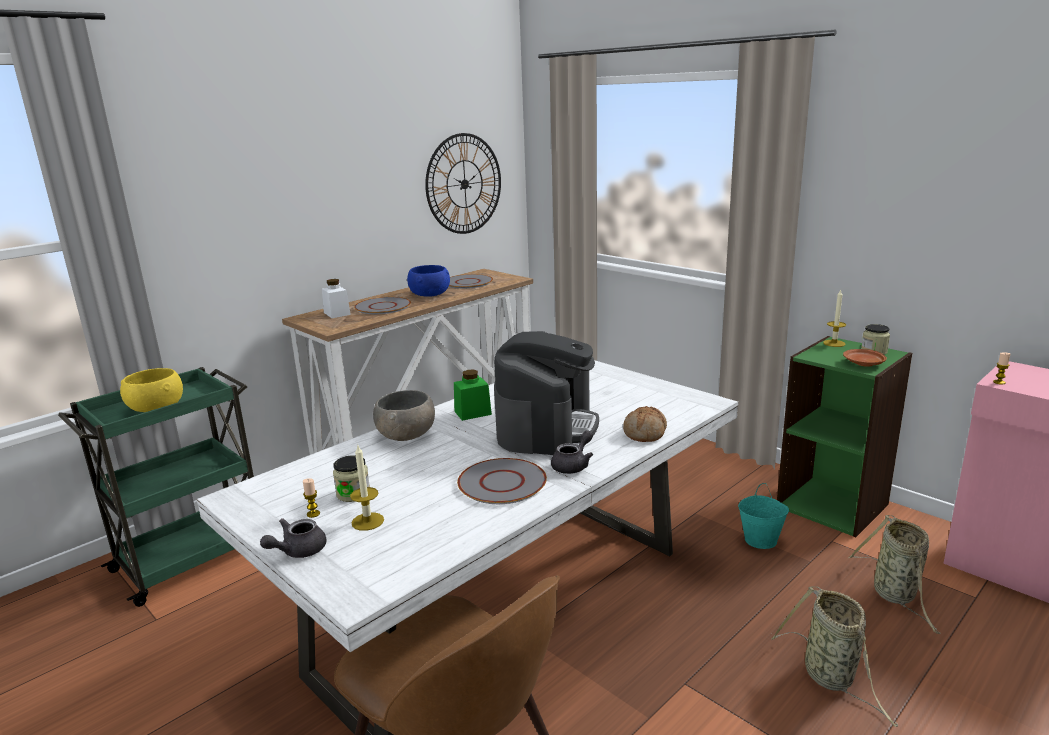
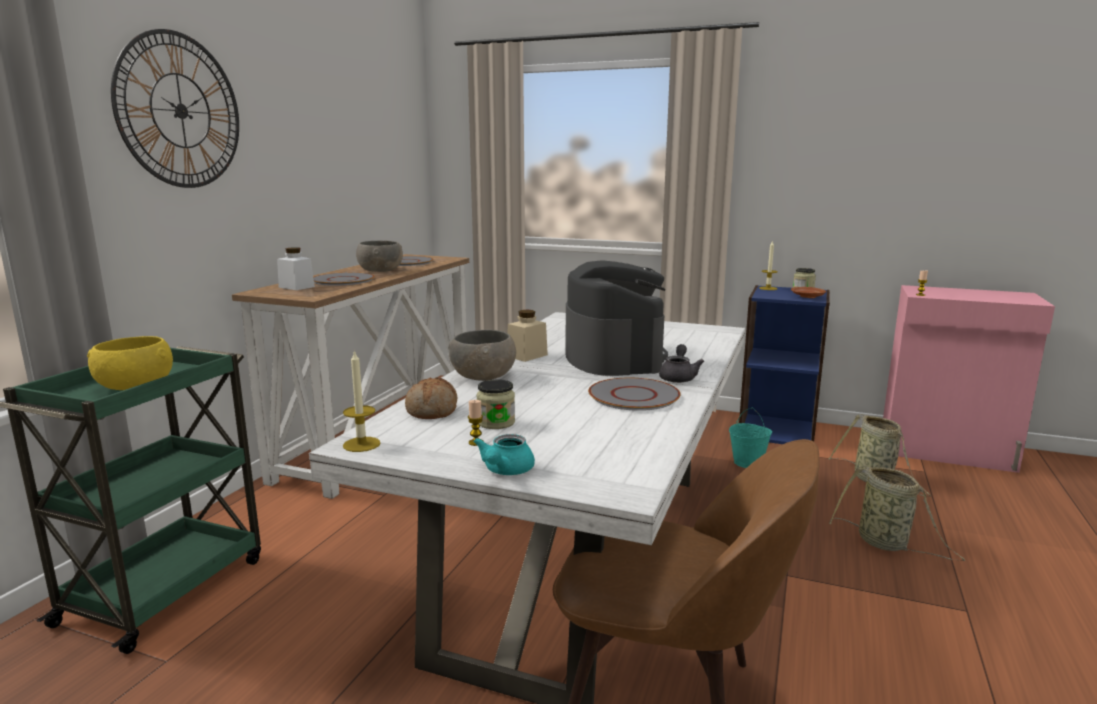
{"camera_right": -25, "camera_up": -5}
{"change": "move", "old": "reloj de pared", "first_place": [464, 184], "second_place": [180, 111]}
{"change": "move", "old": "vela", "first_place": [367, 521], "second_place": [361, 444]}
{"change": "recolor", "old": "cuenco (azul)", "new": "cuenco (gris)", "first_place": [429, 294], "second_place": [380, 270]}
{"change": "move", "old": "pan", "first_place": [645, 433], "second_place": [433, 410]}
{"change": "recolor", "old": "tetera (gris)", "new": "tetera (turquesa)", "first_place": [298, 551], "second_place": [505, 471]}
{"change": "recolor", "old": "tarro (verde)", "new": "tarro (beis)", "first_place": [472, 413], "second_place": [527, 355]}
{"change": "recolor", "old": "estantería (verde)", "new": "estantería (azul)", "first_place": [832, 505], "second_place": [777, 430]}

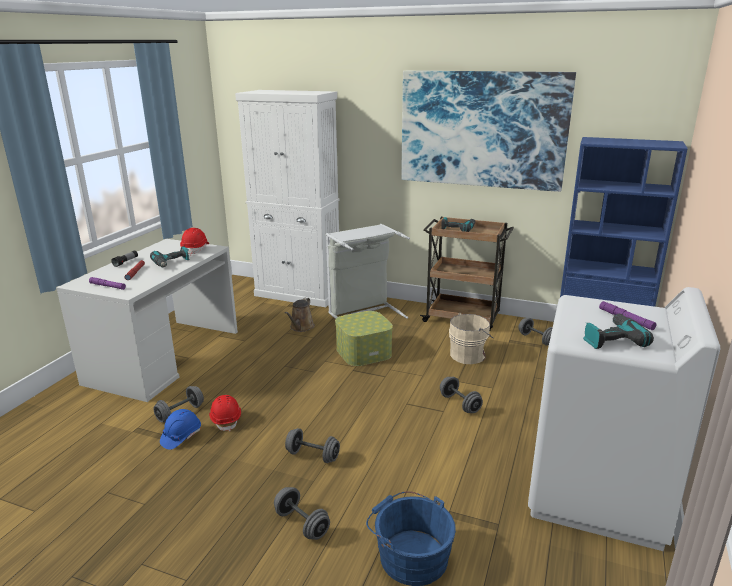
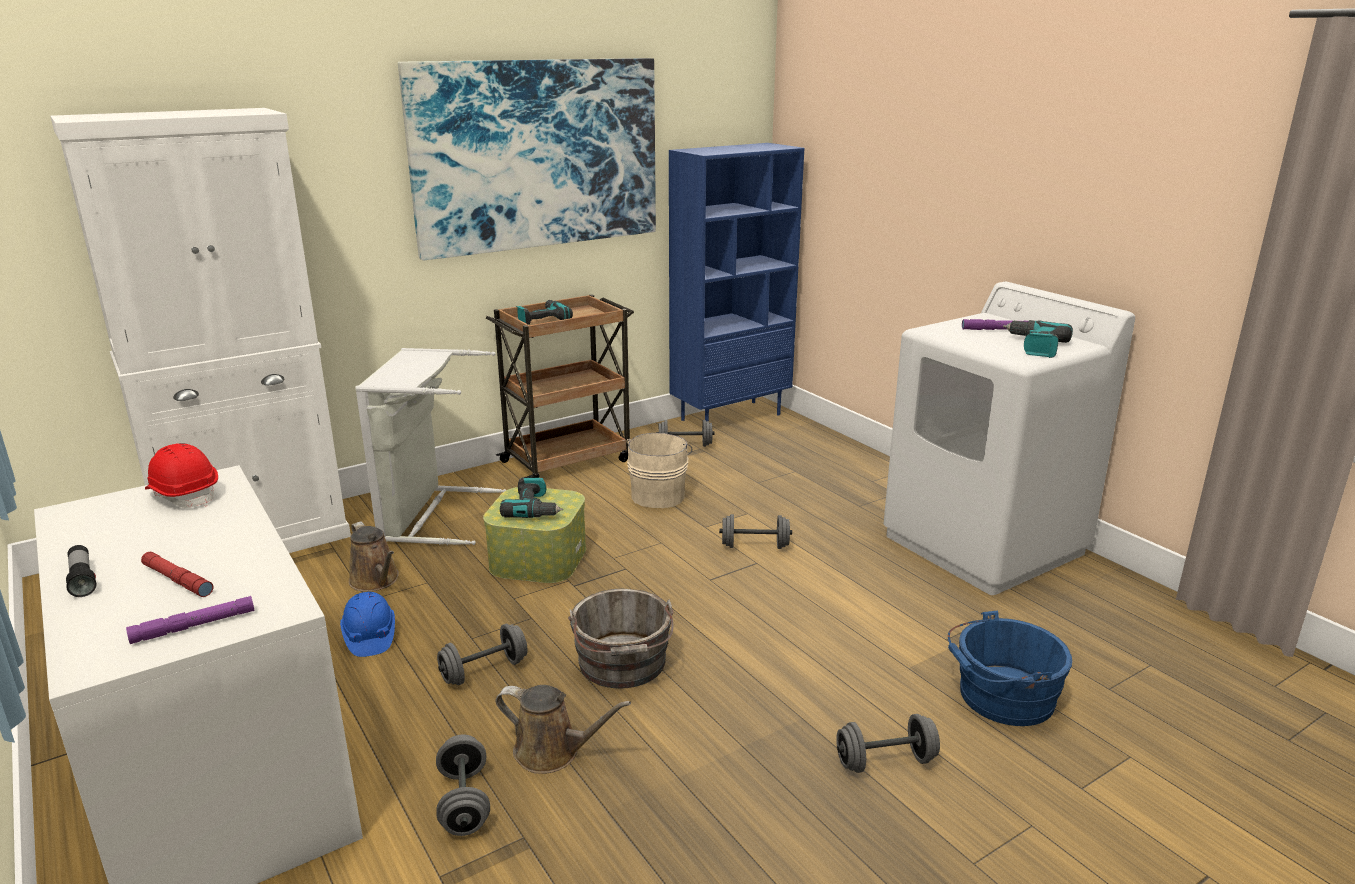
{"camera_right": -55, "camera_up": 0}
{"change": "move", "old": "casco (azul)", "first_place": [181, 437], "second_place": [369, 637]}
{"change": "move", "old": "mancuerna (gris)", "first_place": [313, 455], "second_place": [484, 671]}
{"change": "replace", "old": "casco (rojo)", "new": "regadera (marrón)", "first_place": [226, 419], "second_place": [553, 752]}
{"change": "move", "old": "taladro", "first_place": [172, 263], "second_place": [534, 508]}
{"change": "insert", "new": "cubo (gris)", "second_place": [623, 665]}

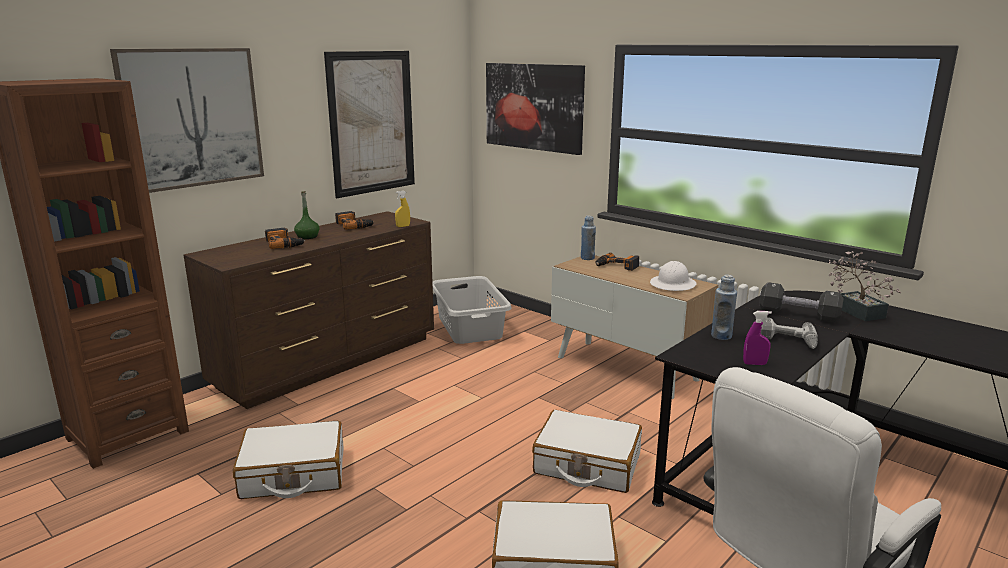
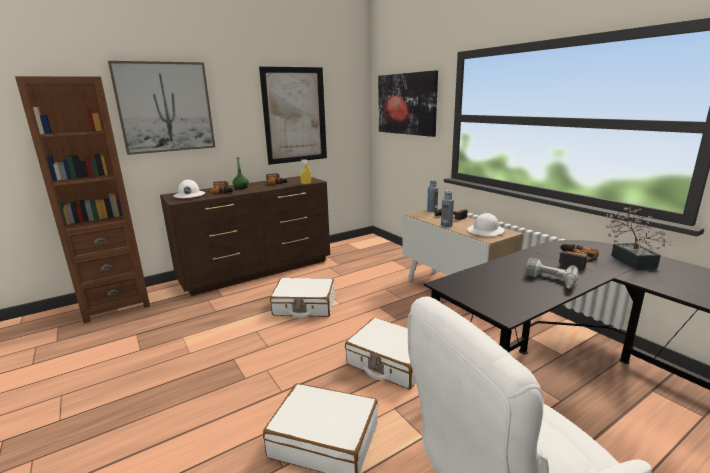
{"camera_right": 15, "camera_up": 0}
{"change": "insert", "new": "casco (blanco)", "second_place": [189, 195]}
{"change": "move", "old": "maleta (blanco)", "first_place": [293, 474], "second_place": [304, 306]}
{"change": "move", "old": "botella (azul)", "first_place": [721, 336], "second_place": [446, 225]}
{"change": "replace", "old": "mancuerna (negro)", "new": "taladro", "first_place": [798, 315], "second_place": [572, 259]}
{"change": "delete", "old": "cesto de la ropa (gris)", "first_place": [470, 327]}
{"change": "delete", "old": "pulverizador (morado)", "first_place": [754, 364]}

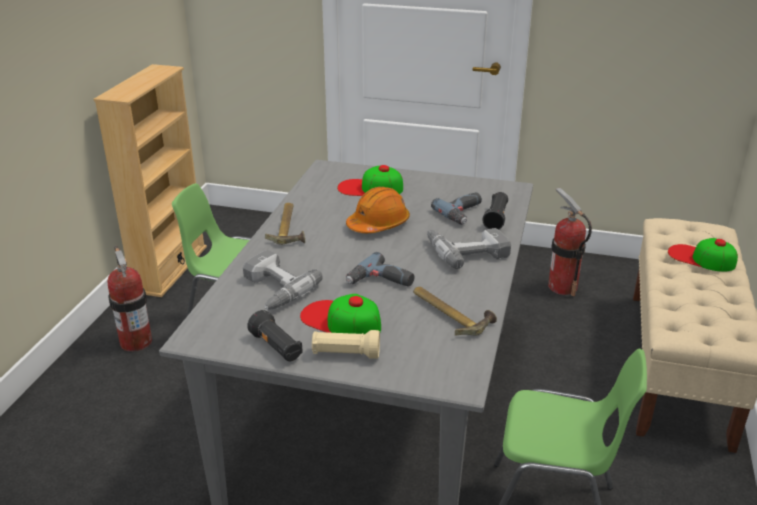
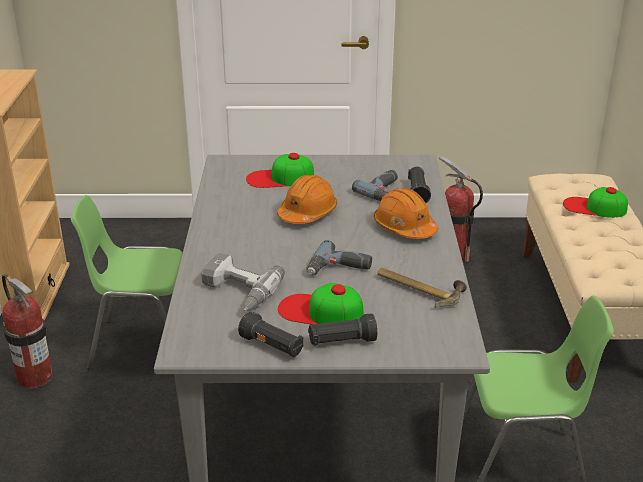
{"camera_right": -15, "camera_up": 0}
{"change": "recolor", "old": "linterna (beis)", "new": "linterna (negro)", "first_place": [345, 354], "second_place": [341, 341]}
{"change": "replace", "old": "taladro", "new": "casco (naranja)", "first_place": [466, 250], "second_place": [404, 227]}
{"change": "delete", "old": "martillo", "first_place": [289, 227]}

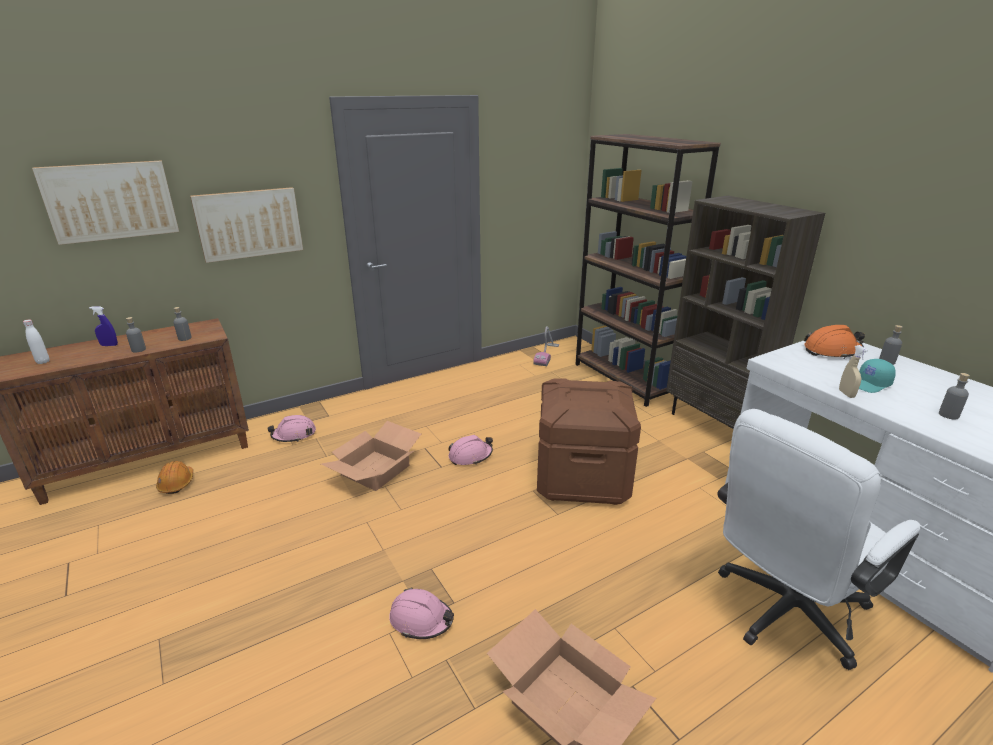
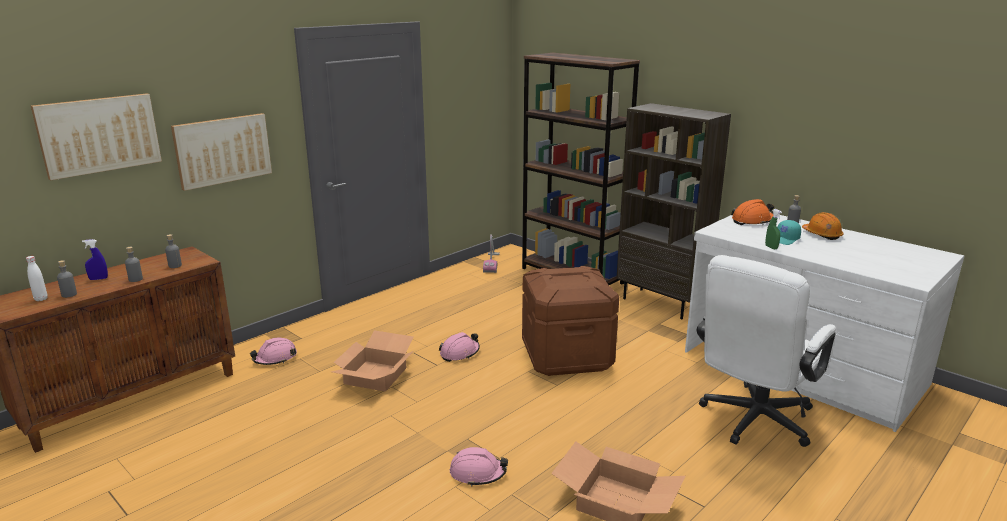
{"camera_right": -15, "camera_up": -5}
{"change": "move", "old": "botella (gris)", "first_place": [948, 415], "second_place": [69, 294]}
{"change": "recolor", "old": "pulverizador (beis)", "new": "pulverizador (verde)", "first_place": [846, 394], "second_place": [771, 247]}
{"change": "move", "old": "casco (naranja)", "first_place": [176, 483], "second_place": [822, 234]}

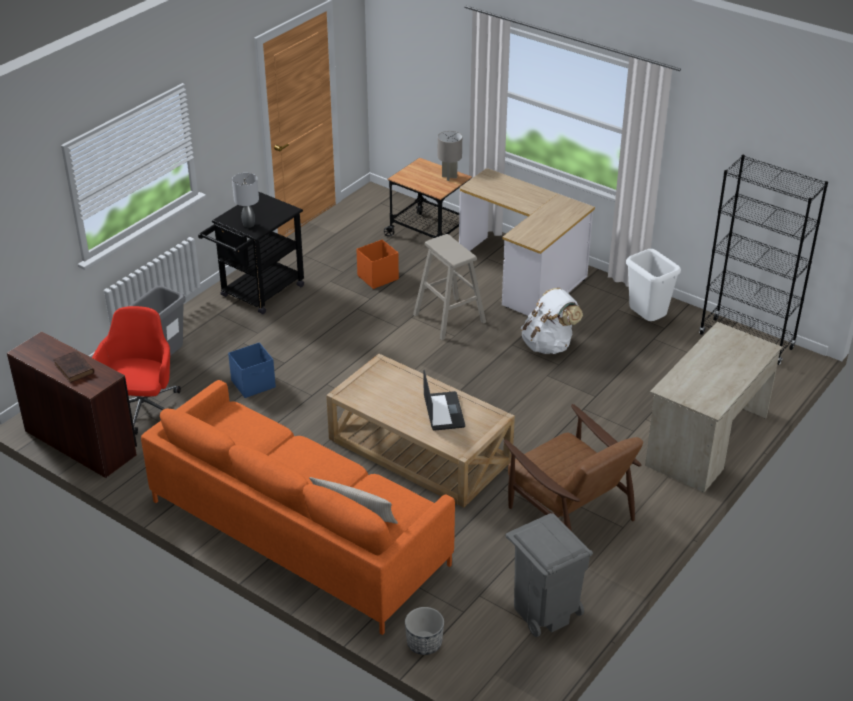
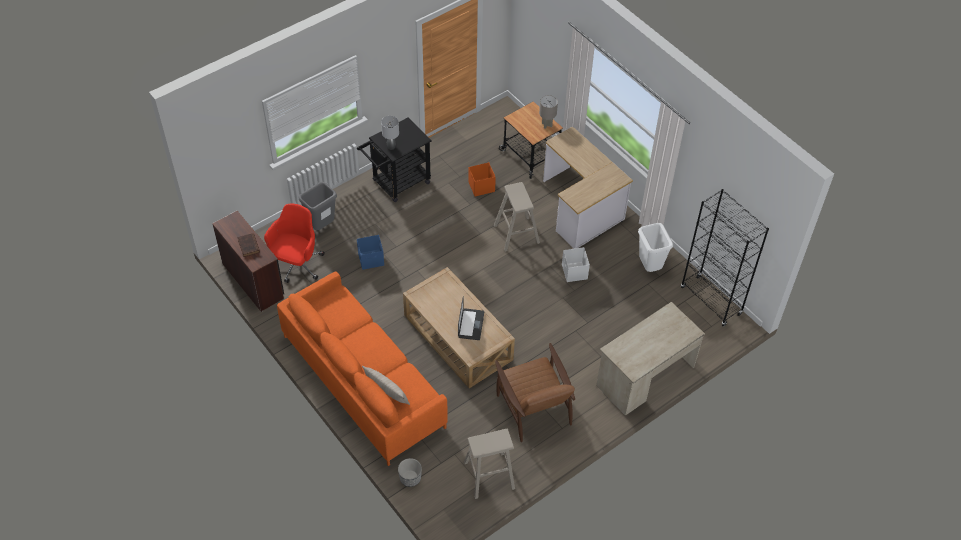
{"camera_right": 15, "camera_up": 15}
{"change": "replace", "old": "papelera (gris)", "new": "taburete (beis)", "first_place": [544, 611], "second_place": [489, 475]}
{"change": "replace", "old": "mochila (blanco)", "new": "caja de almacenaje (blanco)", "first_place": [549, 345], "second_place": [574, 272]}

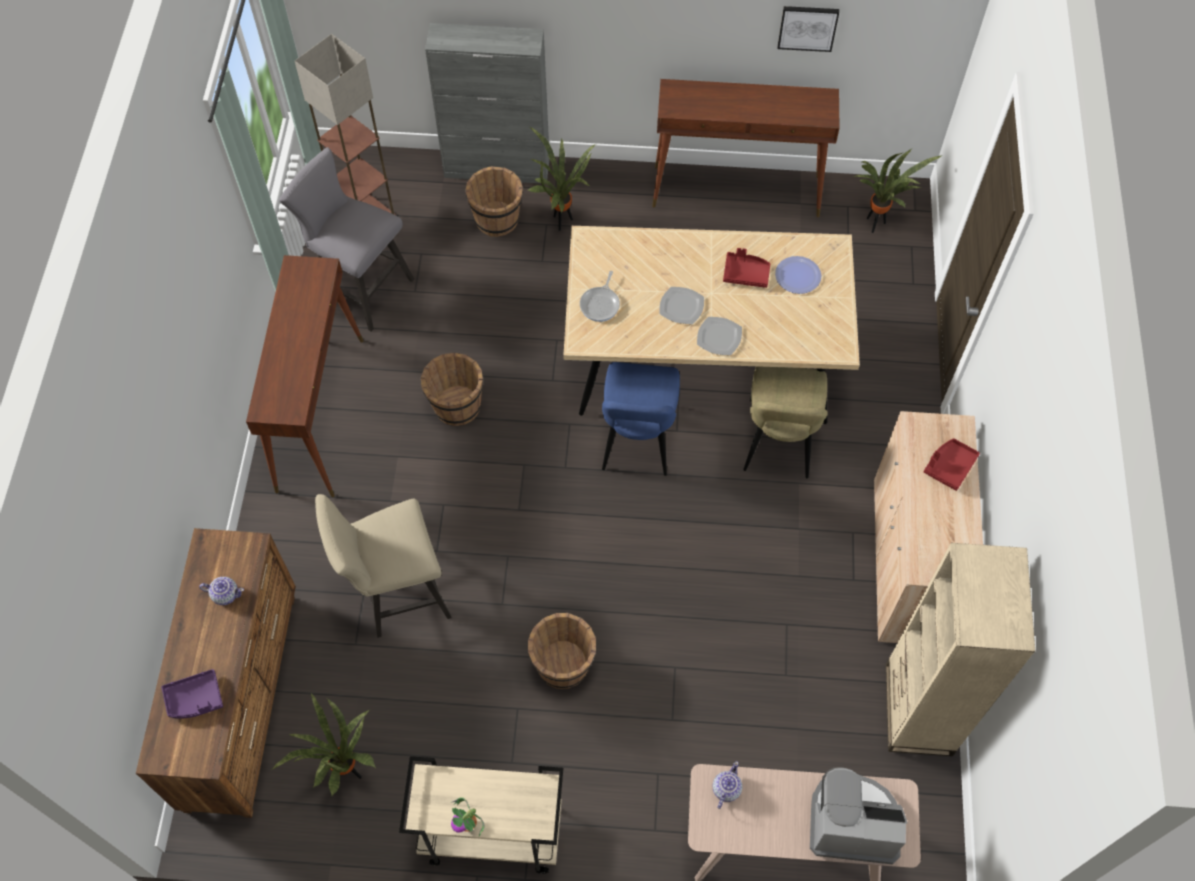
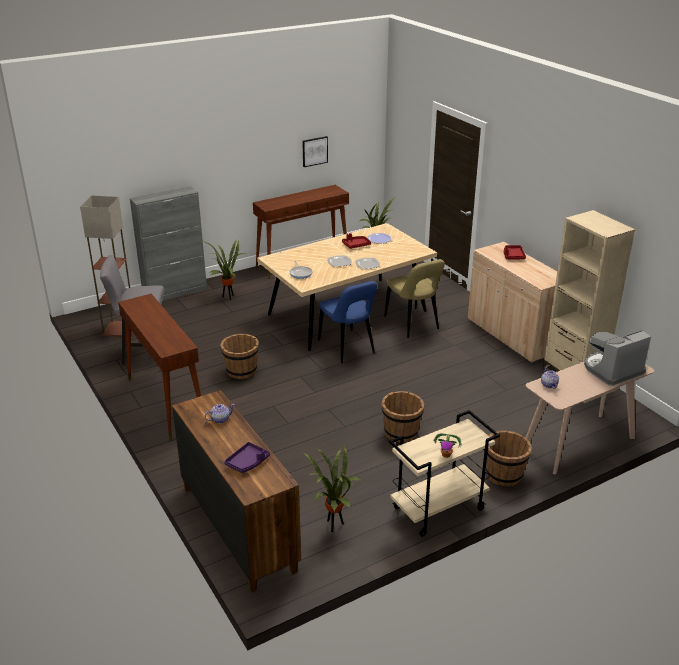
{"camera_right": -35, "camera_up": -30}
{"change": "move", "old": "cubo (marrón)", "first_place": [497, 220], "second_place": [504, 475]}
{"change": "delete", "old": "taburete (beis)", "first_place": [396, 595]}

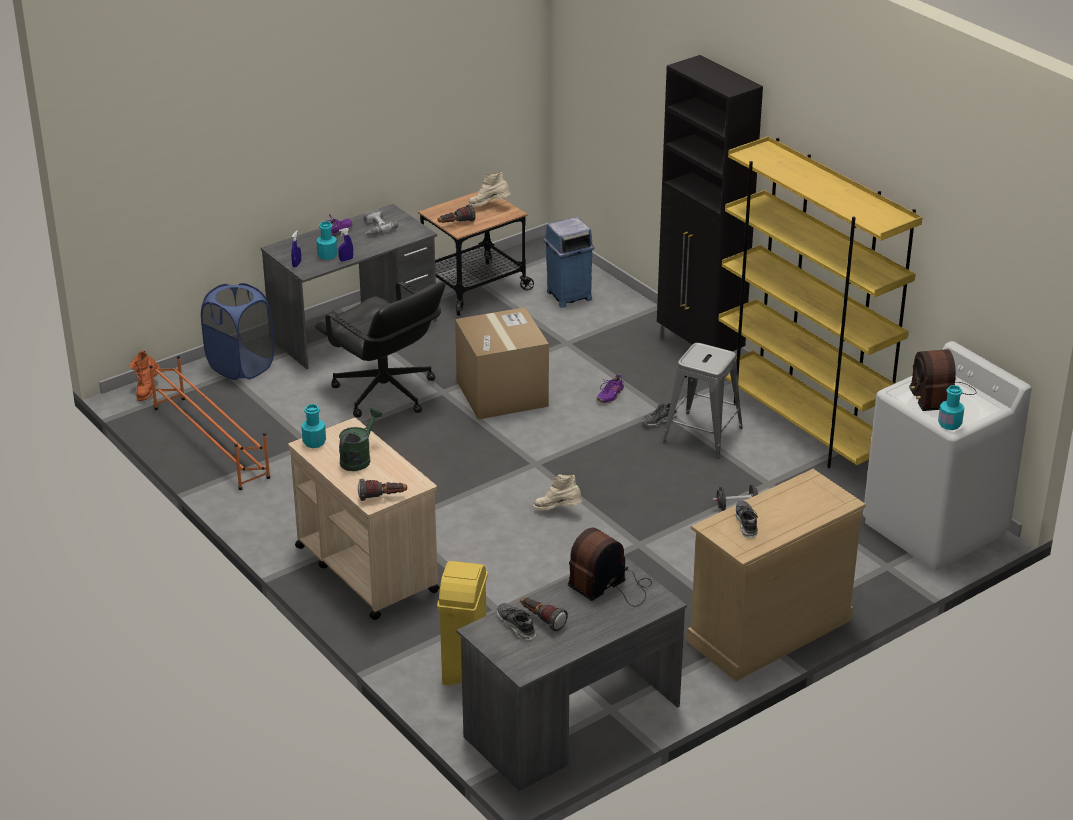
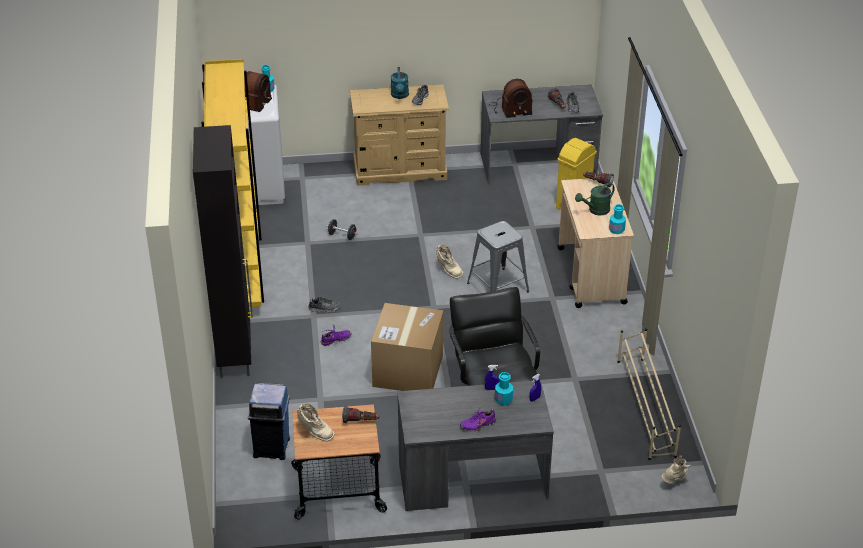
{"camera_right": -150, "camera_up": 5}
{"change": "insert", "new": "regadera (turquesa)", "second_place": [400, 96]}
{"change": "move", "old": "taburete (gris)", "first_place": [702, 435], "second_place": [498, 287]}
{"change": "recolor", "old": "zapatero (naranja)", "new": "zapatero (beis)", "first_place": [211, 442], "second_place": [645, 408]}
{"change": "recolor", "old": "bota (naranja)", "new": "bota (beis)", "first_place": [147, 390], "second_place": [675, 480]}
{"change": "delete", "old": "cesto de la ropa (azul)", "first_place": [241, 366]}
{"change": "delete", "old": "taladro", "first_place": [374, 228]}

